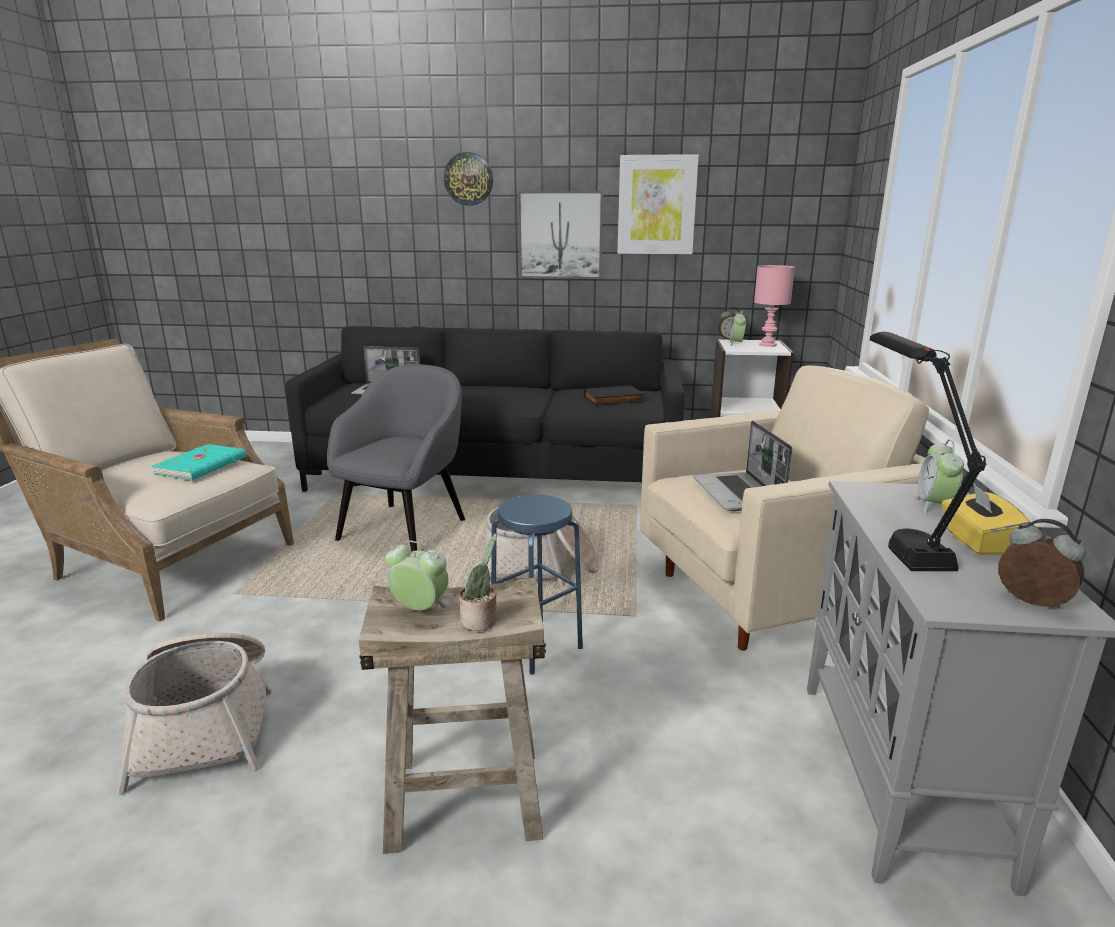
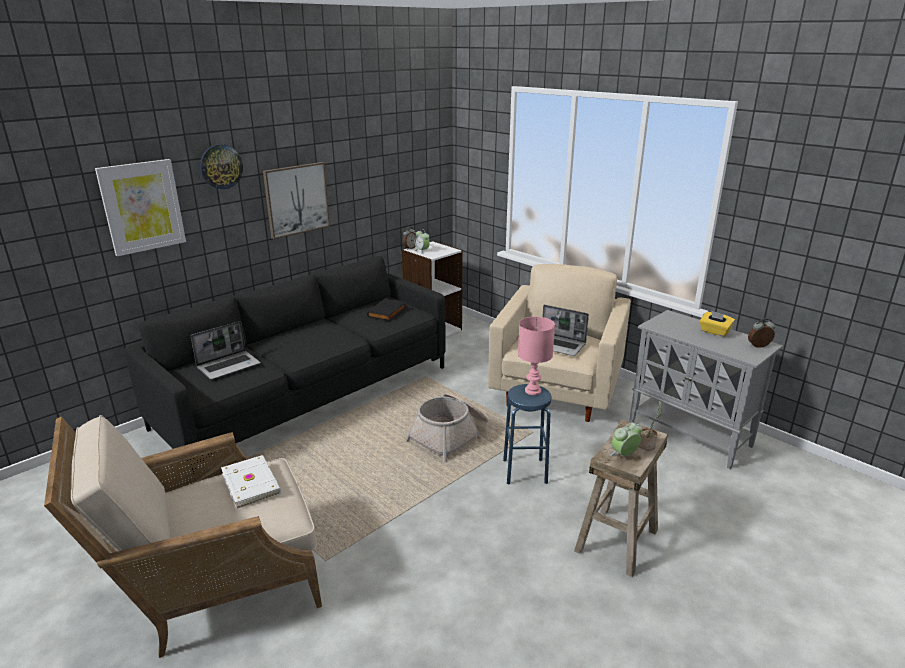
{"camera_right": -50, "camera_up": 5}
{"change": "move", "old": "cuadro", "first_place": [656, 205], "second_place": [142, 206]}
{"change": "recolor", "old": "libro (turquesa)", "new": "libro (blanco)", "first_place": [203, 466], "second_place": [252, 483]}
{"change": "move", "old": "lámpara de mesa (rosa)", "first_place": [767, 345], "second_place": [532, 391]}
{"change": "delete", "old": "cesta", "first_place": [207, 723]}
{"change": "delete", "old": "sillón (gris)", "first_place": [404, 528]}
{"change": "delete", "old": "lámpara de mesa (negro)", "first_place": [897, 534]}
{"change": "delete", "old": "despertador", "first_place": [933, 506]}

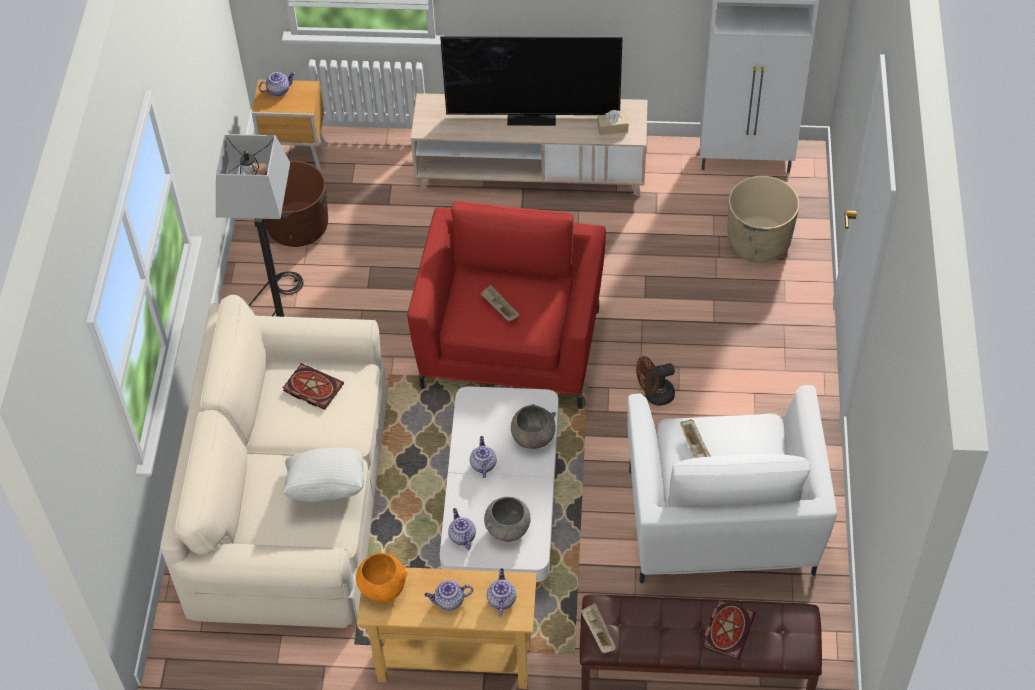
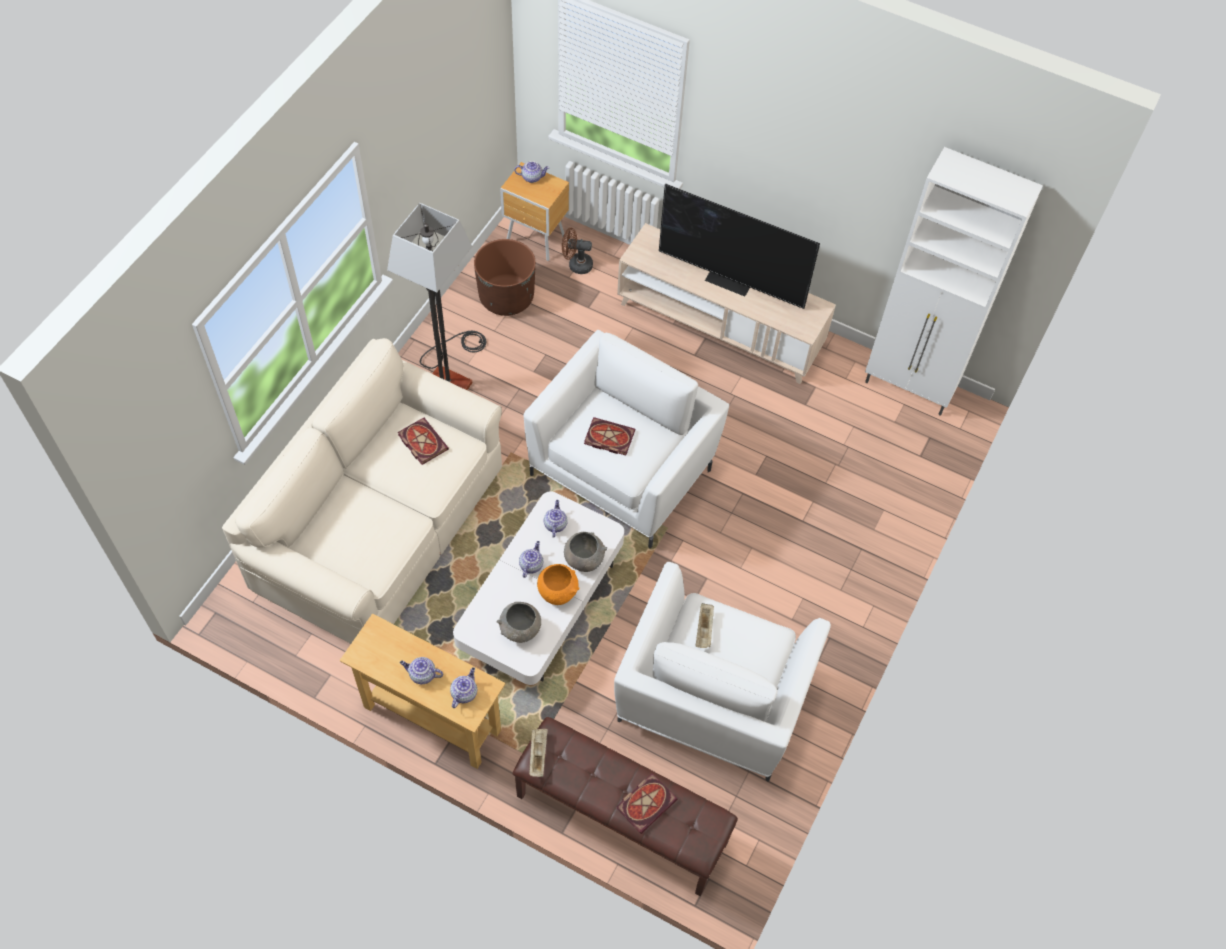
{"camera_right": 20, "camera_up": 5}
{"change": "recolor", "old": "sillón (rojo)", "new": "sillón (blanco)", "first_place": [512, 345], "second_place": [623, 470]}
{"change": "move", "old": "cuenco (naranja)", "first_place": [383, 588], "second_place": [557, 592]}
{"change": "move", "old": "tetera", "first_place": [462, 536], "second_place": [555, 524]}
{"change": "move", "old": "ventilador (marrón)", "first_place": [654, 395], "second_place": [576, 265]}
{"change": "replace", "old": "bandeja (beis)", "new": "libro", "first_place": [499, 308], "second_place": [608, 438]}
{"change": "delete", "old": "cojín (blanco)", "first_place": [326, 490]}
{"change": "delete", "old": "caja de pañuelos (beis)", "first_place": [612, 128]}
{"change": "delete", "old": "maceta (beis)", "first_place": [758, 242]}

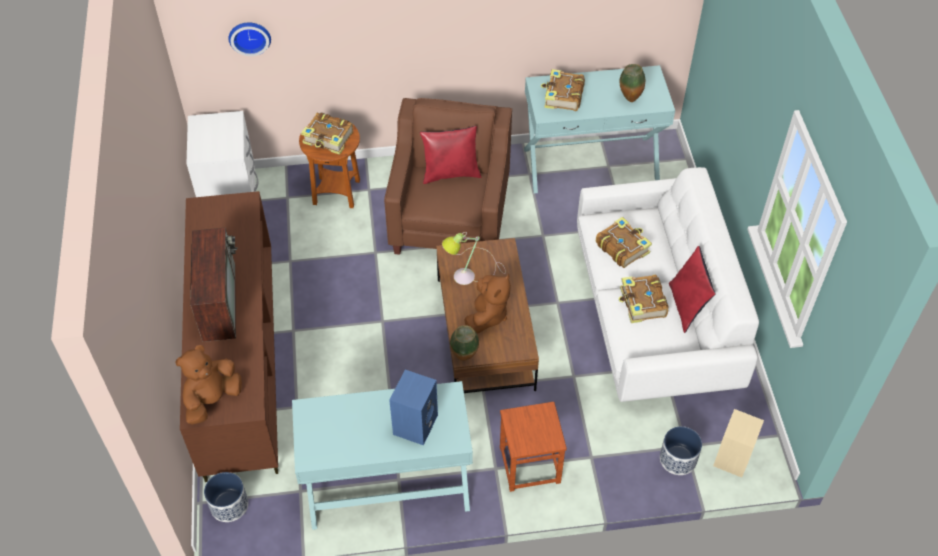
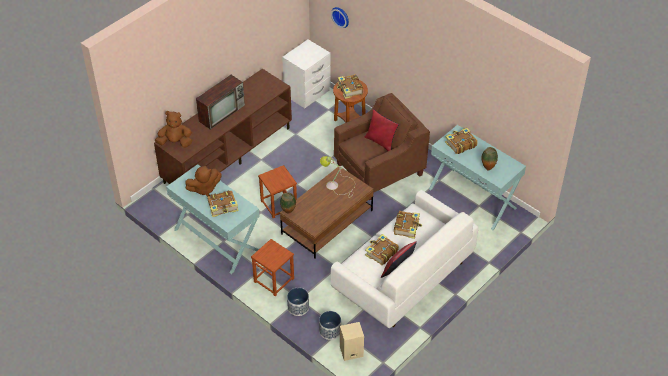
{"camera_right": 50, "camera_up": -5}
{"change": "move", "old": "peluche (marrón)", "first_place": [487, 315], "second_place": [204, 189]}
{"change": "replace", "old": "altavoz (azul)", "new": "libro", "first_place": [415, 423], "second_place": [223, 207]}
{"change": "insert", "new": "taburete (marrón)", "second_place": [278, 205]}
{"change": "move", "old": "maceta", "first_place": [229, 505], "second_place": [298, 307]}

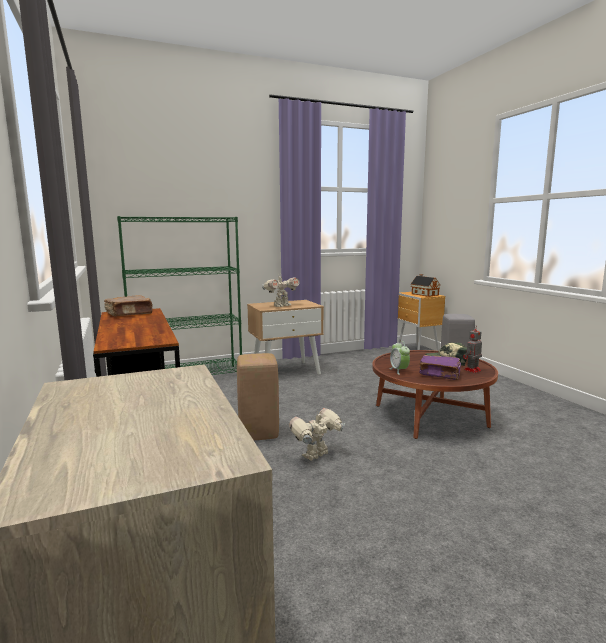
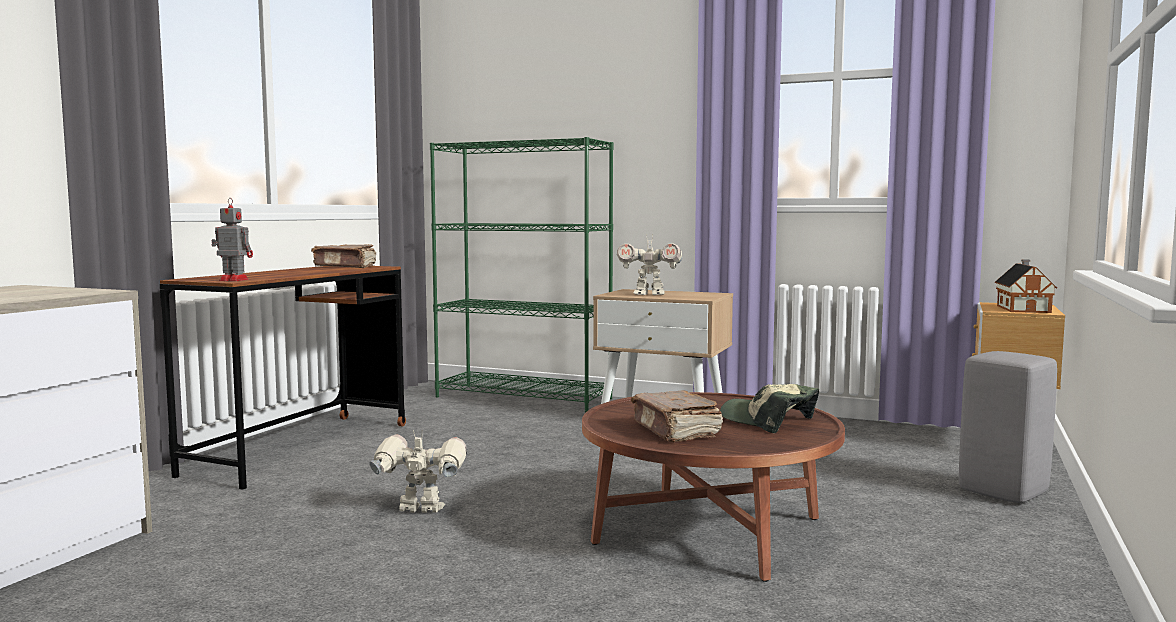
{"camera_right": 45, "camera_up": -5}
{"change": "move", "old": "robot de juguete", "first_place": [472, 370], "second_place": [232, 280]}
{"change": "recolor", "old": "libro (morado)", "new": "libro (marrón)", "first_place": [440, 374], "second_place": [675, 431]}
{"change": "delete", "old": "taburete (beis)", "first_place": [259, 433]}
{"change": "delete", "old": "despertador", "first_place": [399, 371]}

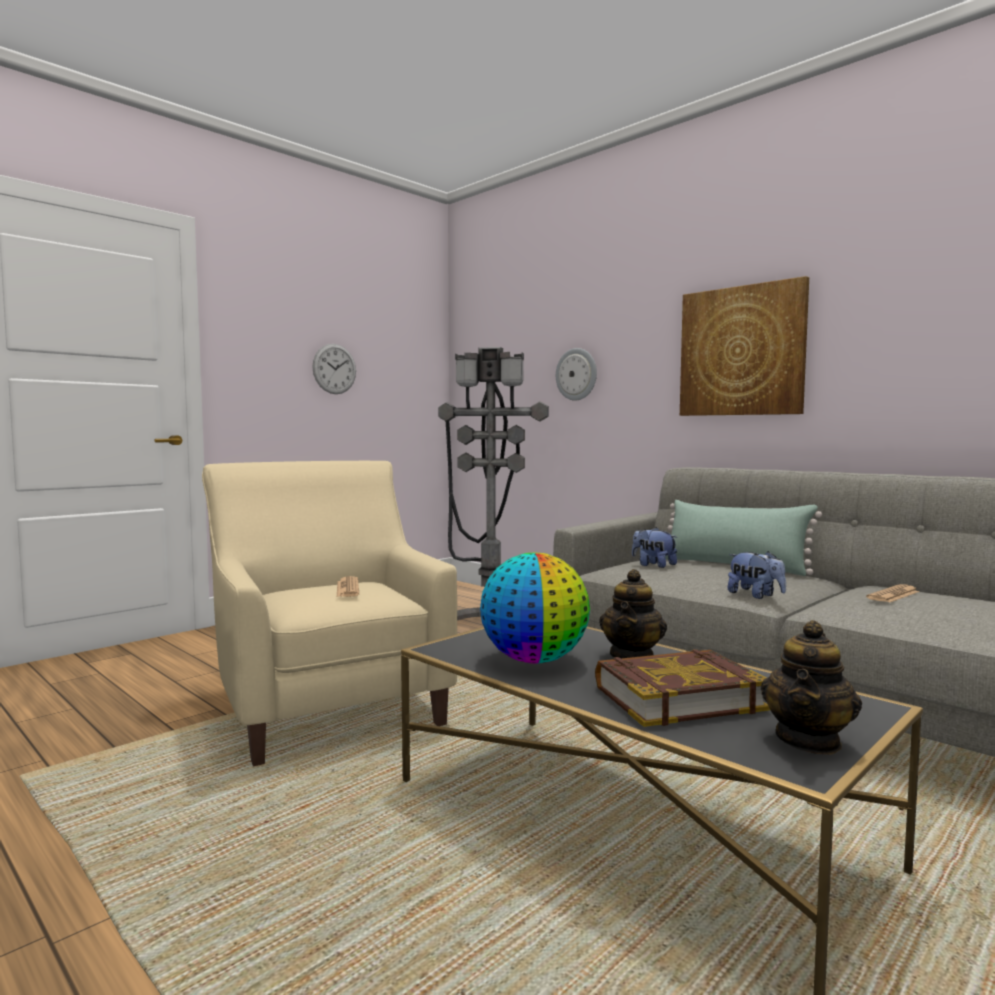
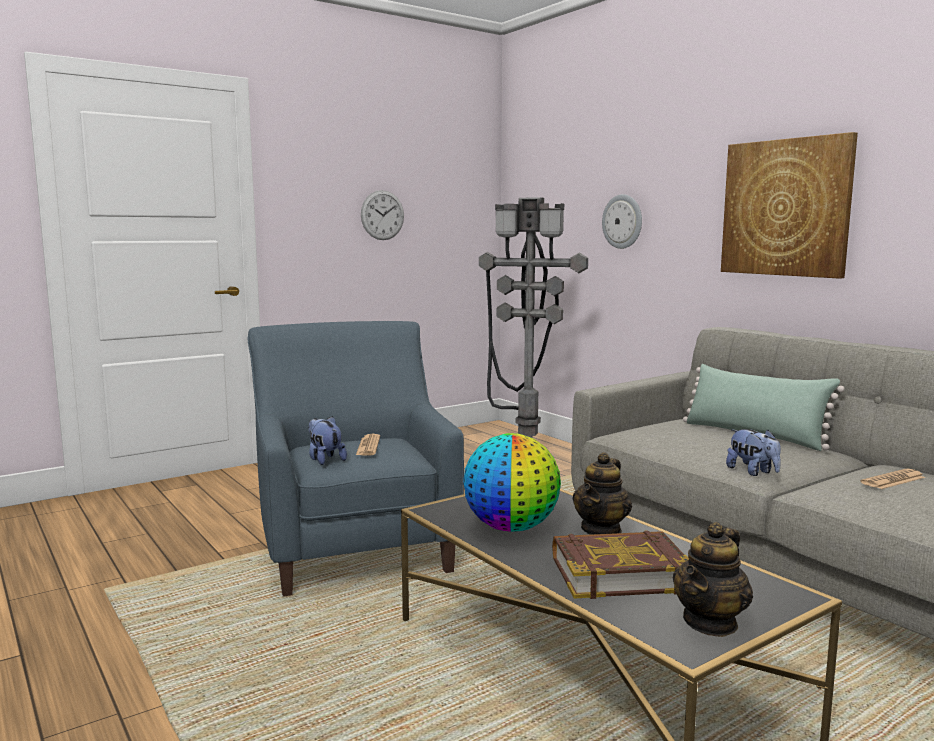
{"camera_right": 10, "camera_up": 5}
{"change": "recolor", "old": "sillón (beis)", "new": "sillón (azul)", "first_place": [326, 705], "second_place": [353, 545]}
{"change": "move", "old": "peluche", "first_place": [653, 565], "second_place": [324, 459]}

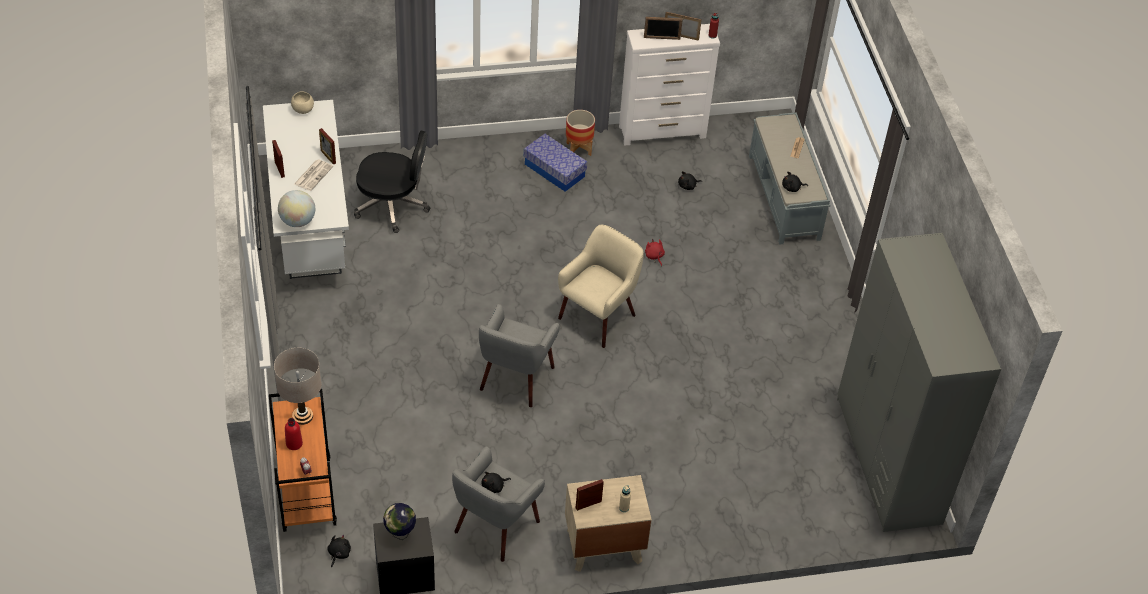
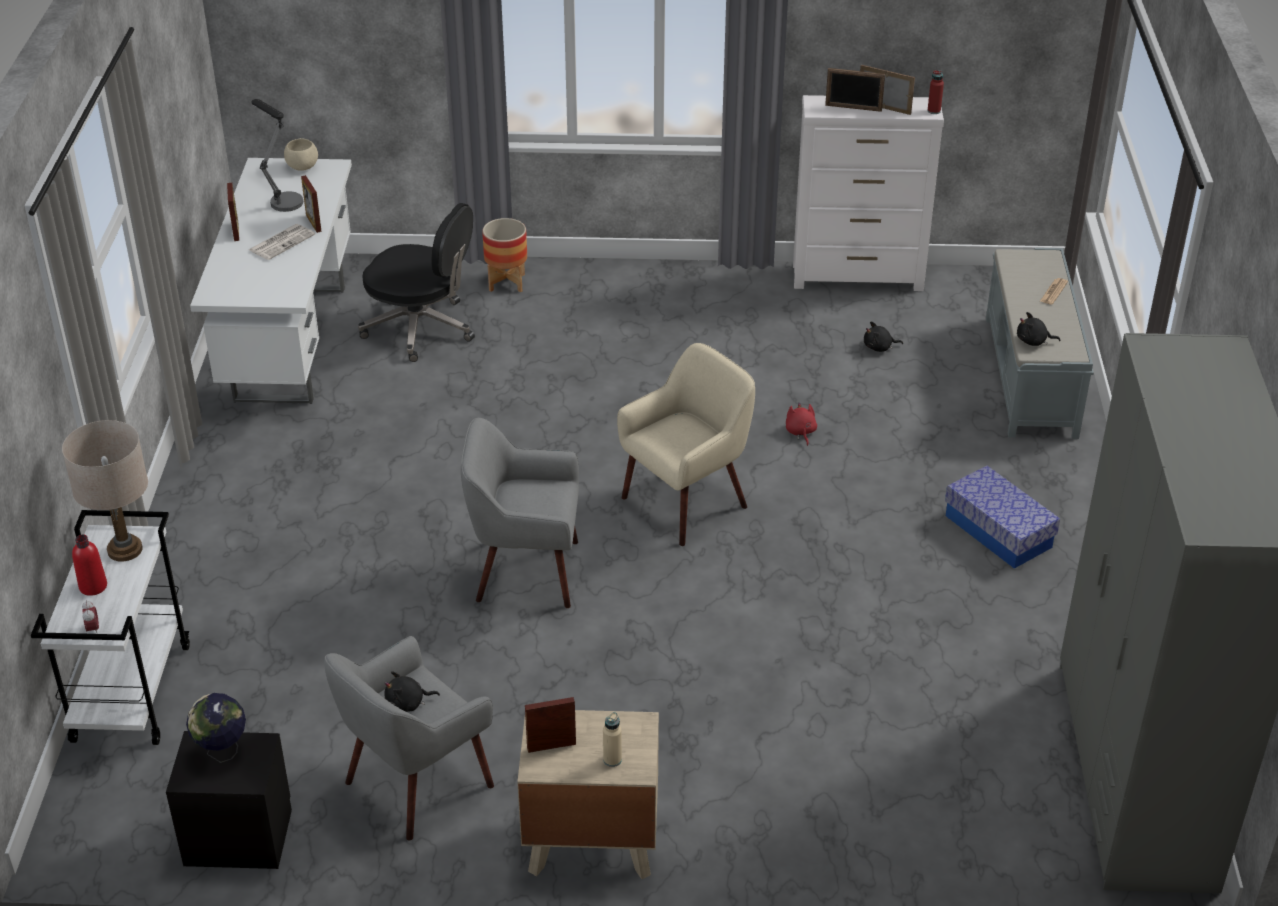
{"camera_right": 15, "camera_up": -10}
{"change": "recolor", "old": "carrito (naranja)", "new": "carrito (blanco)", "first_place": [306, 493], "second_place": [131, 692]}
{"change": "insert", "new": "lámpara de mesa", "second_place": [282, 198]}
{"change": "rotate", "old": "sillón (gris)", "first_place": [515, 378], "second_place": [525, 571], "degrees": 60}
{"change": "move", "old": "maceta", "first_place": [578, 149], "second_place": [507, 282]}
{"change": "move", "old": "caja de almacenaje", "first_place": [554, 170], "second_place": [998, 531]}
{"change": "delete", "old": "globo terráqueo", "first_place": [298, 221]}
{"change": "delete", "old": "peluche (negro)", "first_place": [338, 554]}

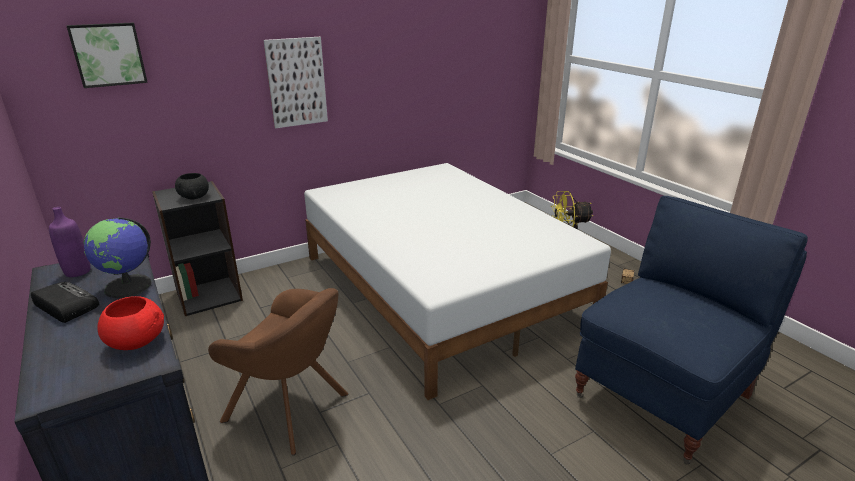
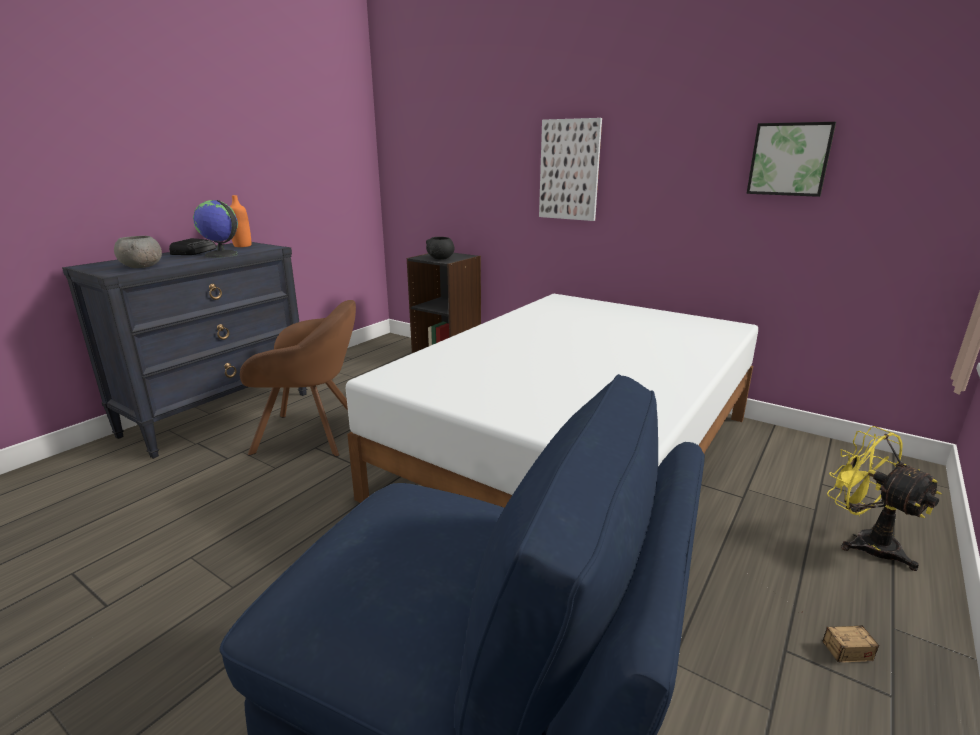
{"camera_right": 65, "camera_up": -5}
{"change": "recolor", "old": "cuenco (rojo)", "new": "cuenco (gris)", "first_place": [136, 342], "second_place": [142, 267]}
{"change": "recolor", "old": "botella (morado)", "new": "botella (naranja)", "first_place": [77, 271], "second_place": [242, 246]}
{"change": "rotate", "old": "sillón (marrón)", "first_place": [291, 410], "second_place": [314, 434], "degrees": -90}
{"change": "move", "old": "cuadro", "first_place": [108, 54], "second_place": [789, 159]}

